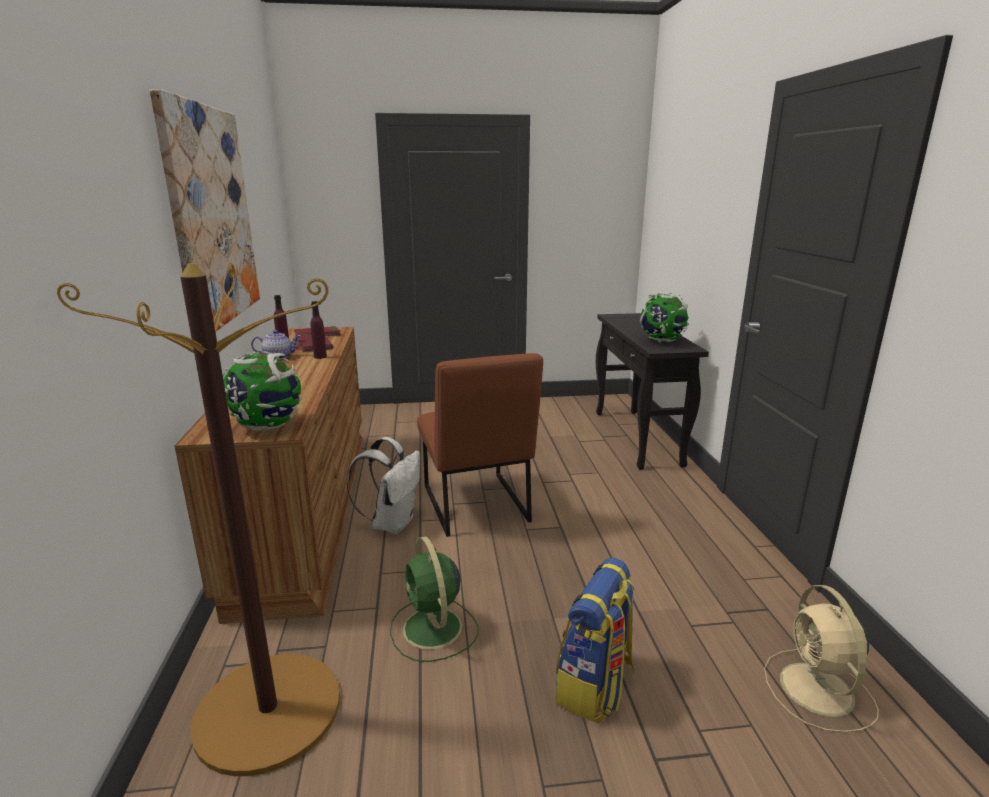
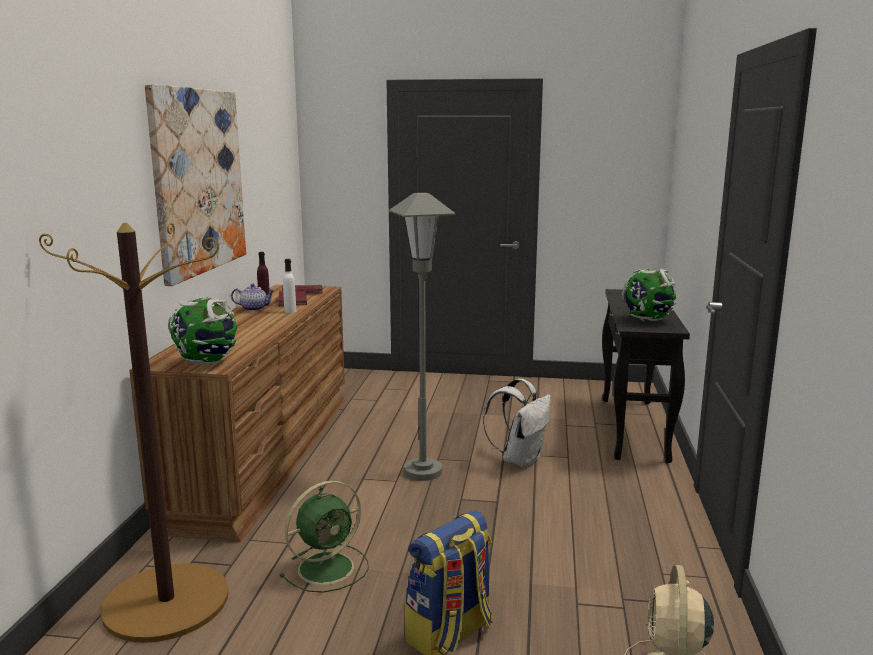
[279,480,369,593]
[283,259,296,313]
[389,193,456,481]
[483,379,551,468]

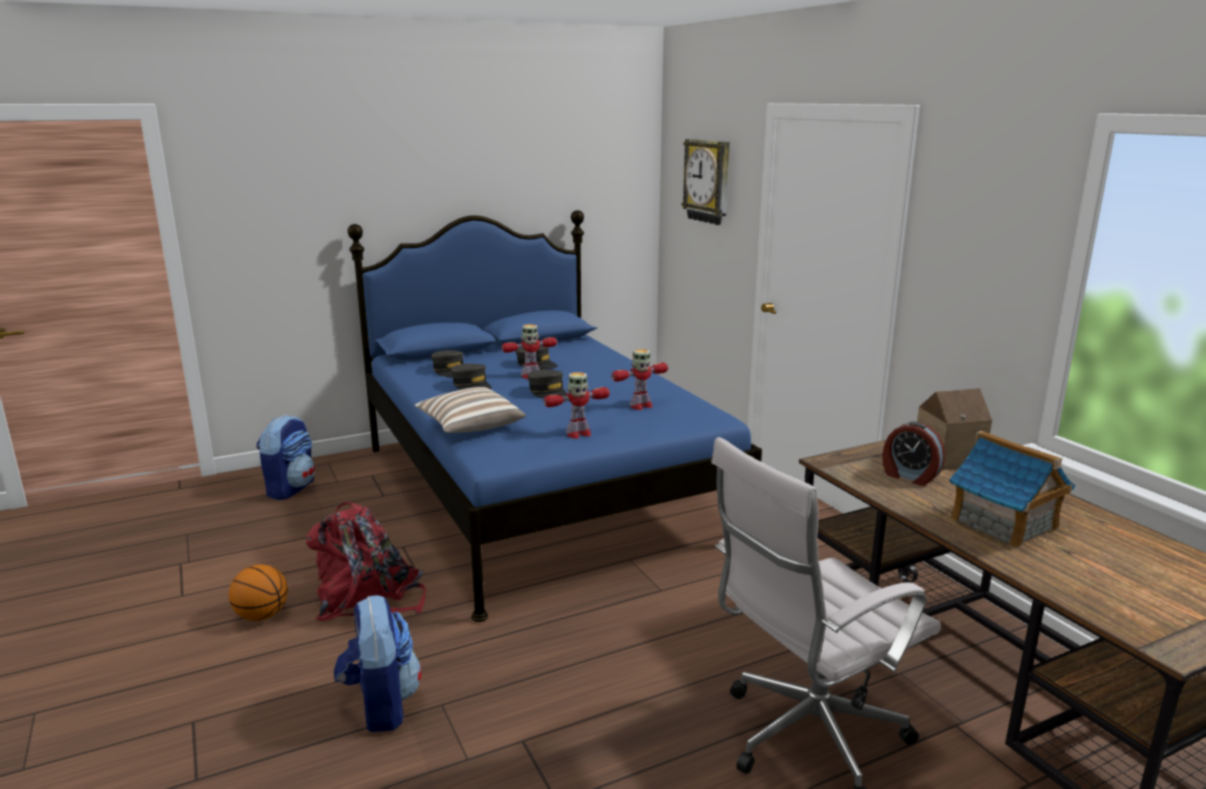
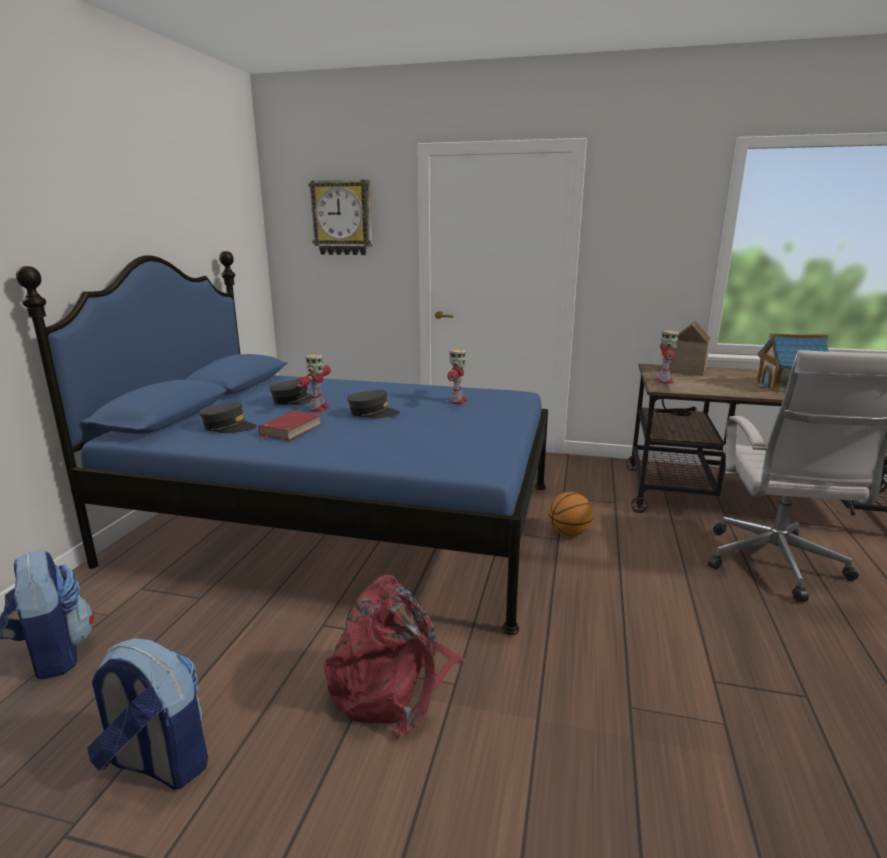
[87,638,208,790]
[258,410,322,441]
[548,492,593,536]
[658,330,679,384]
[415,387,526,433] (first image)
[882,421,945,486] (first image)

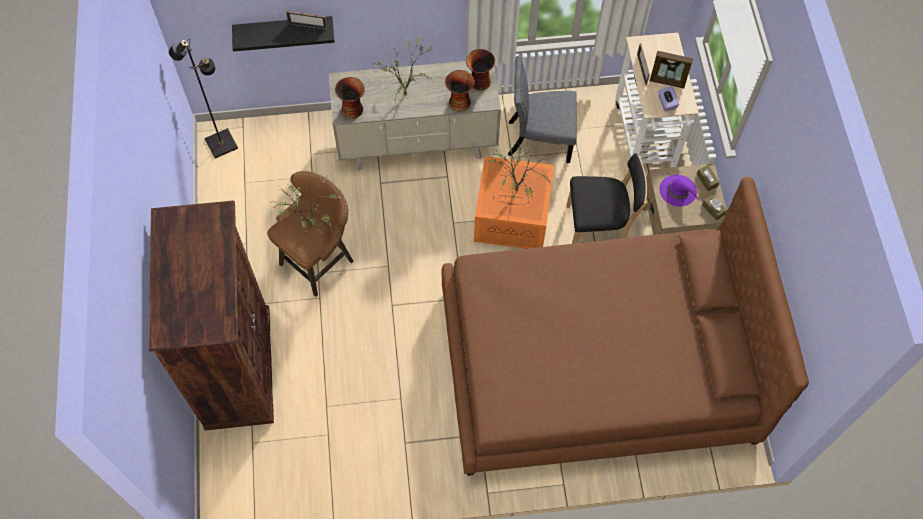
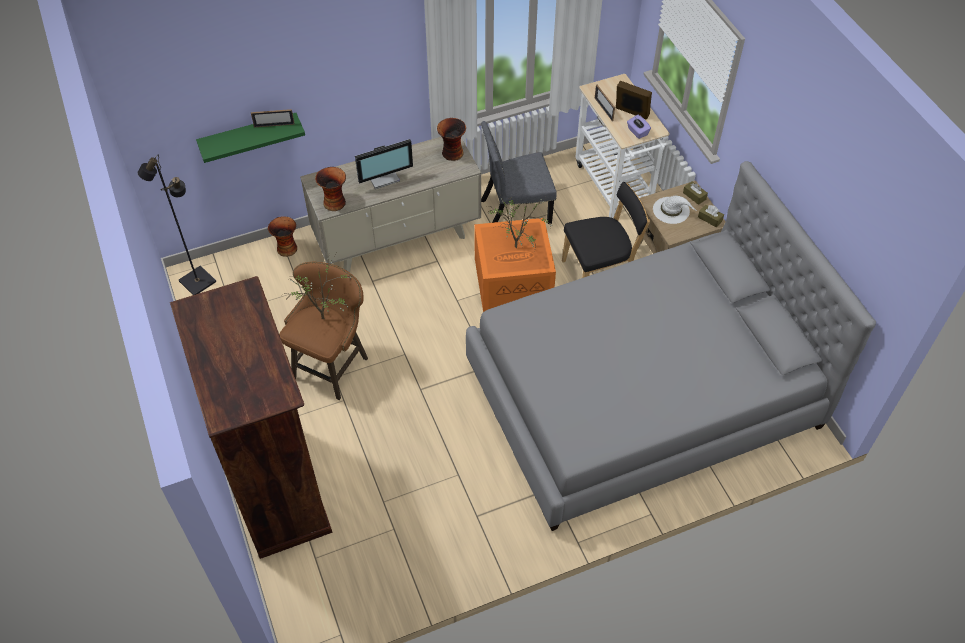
[196,113,305,163]
[268,216,297,257]
[355,139,413,189]
[466,161,876,531]
[616,81,652,120]
[653,195,697,224]

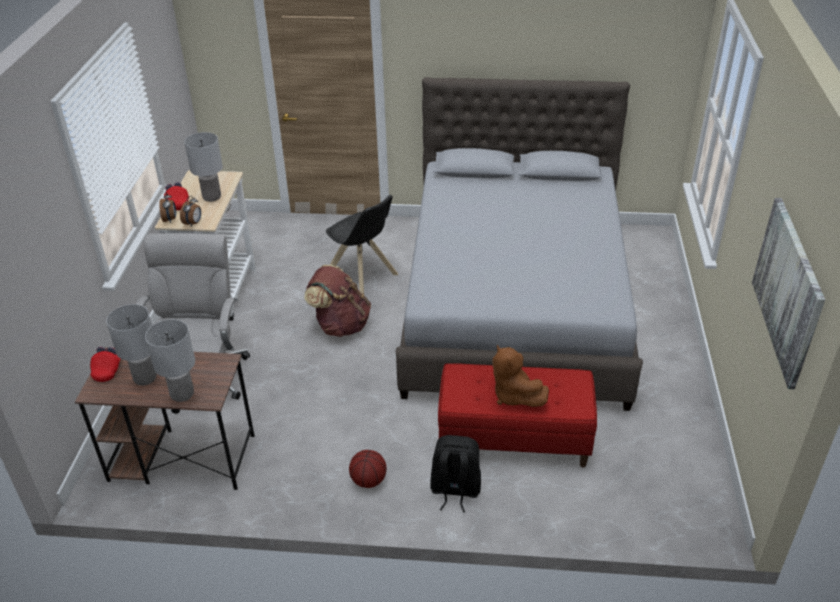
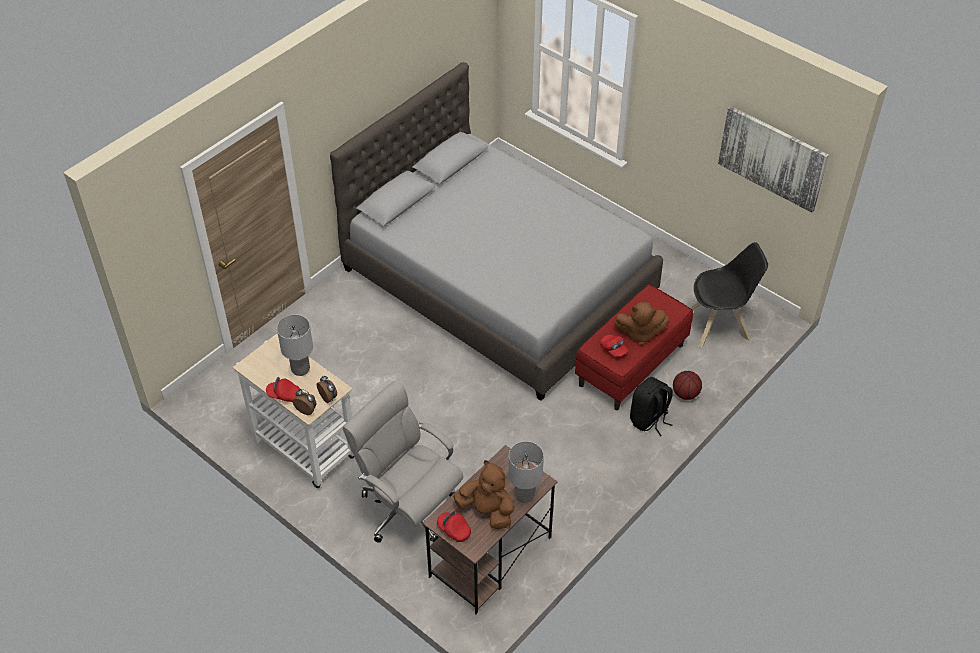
[453,460,514,529]
[600,335,628,357]
[673,371,702,400]
[690,242,768,348]
[304,265,371,337] (first image)

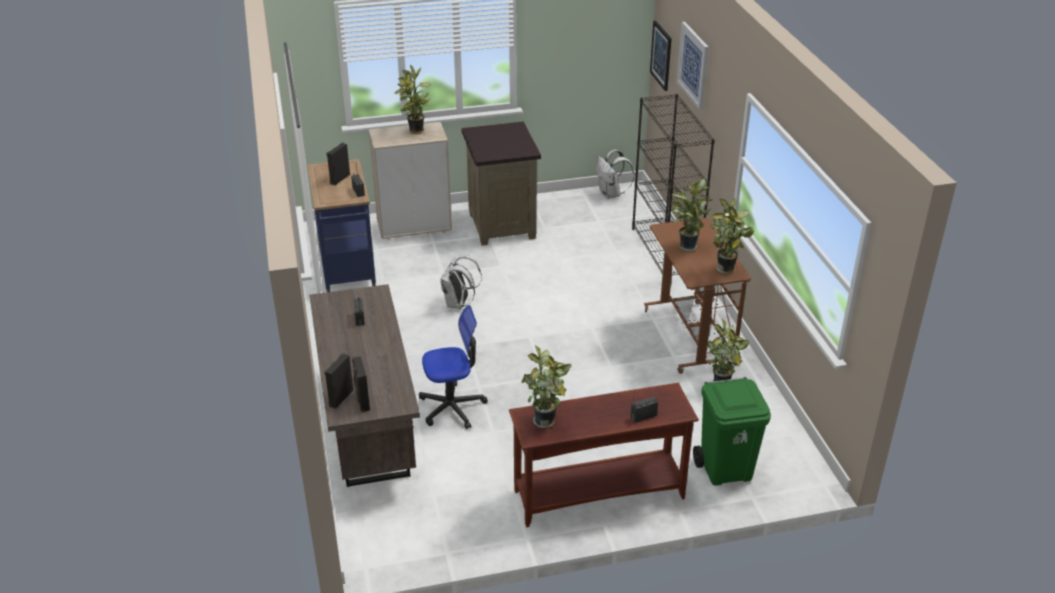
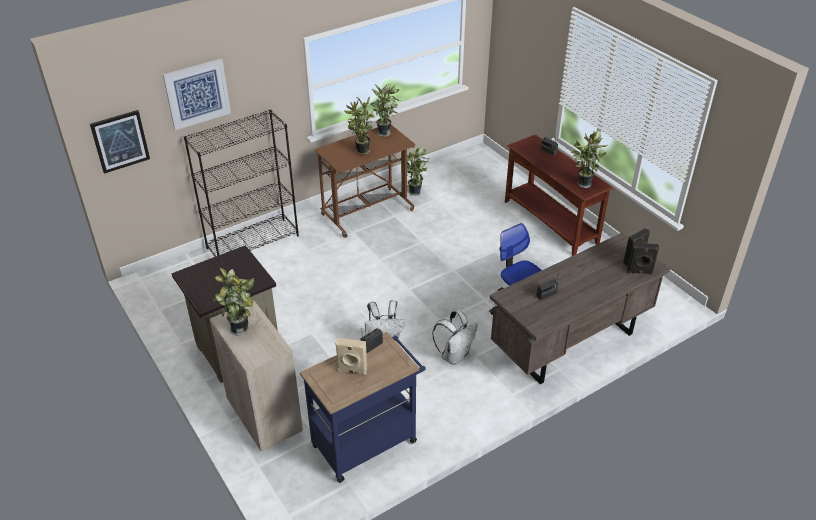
[335,338,367,374]
[432,310,478,365]
[693,377,771,486] (first image)

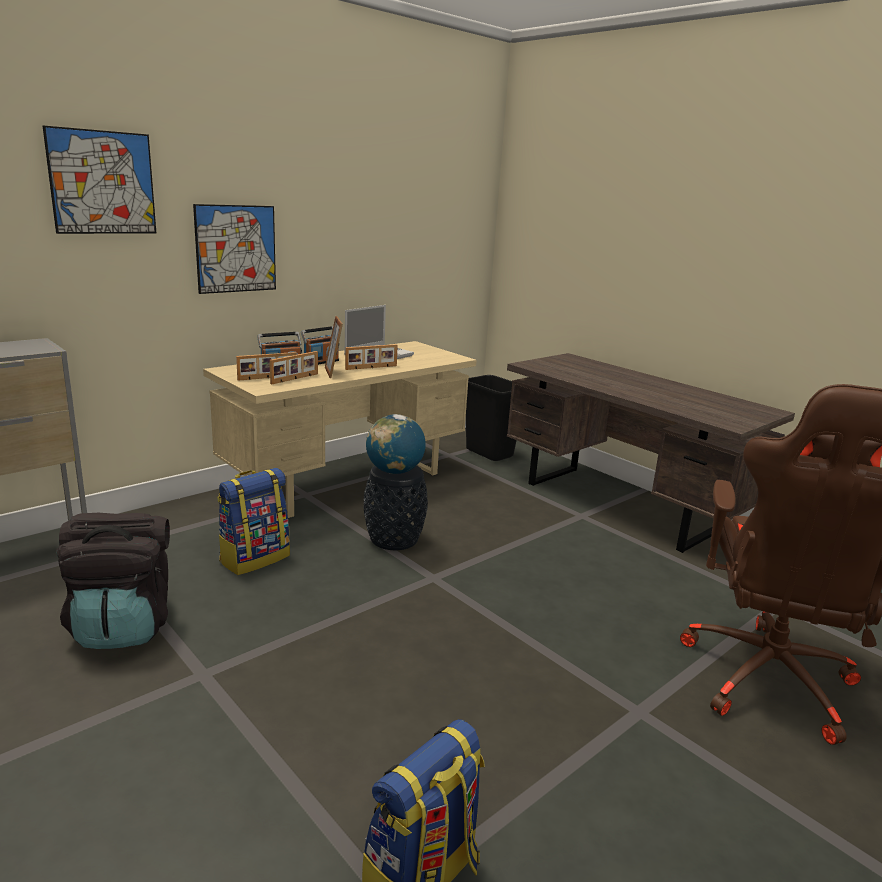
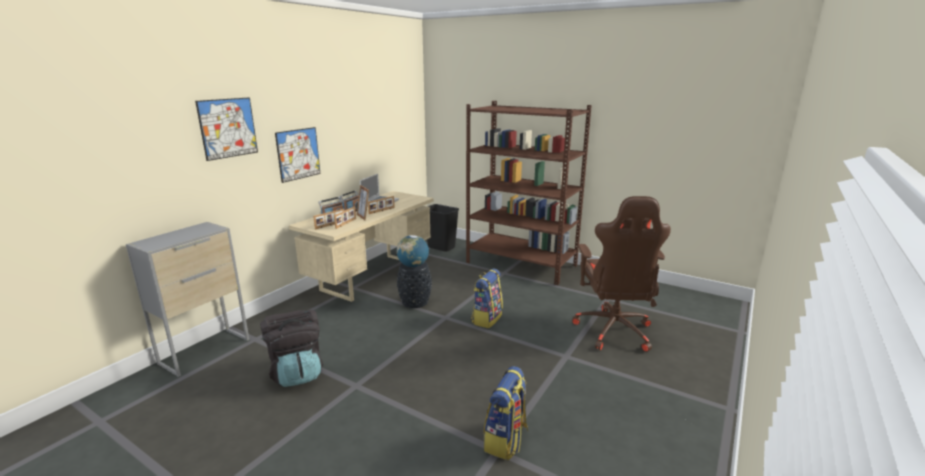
[466,101,592,285]
[471,269,503,328]

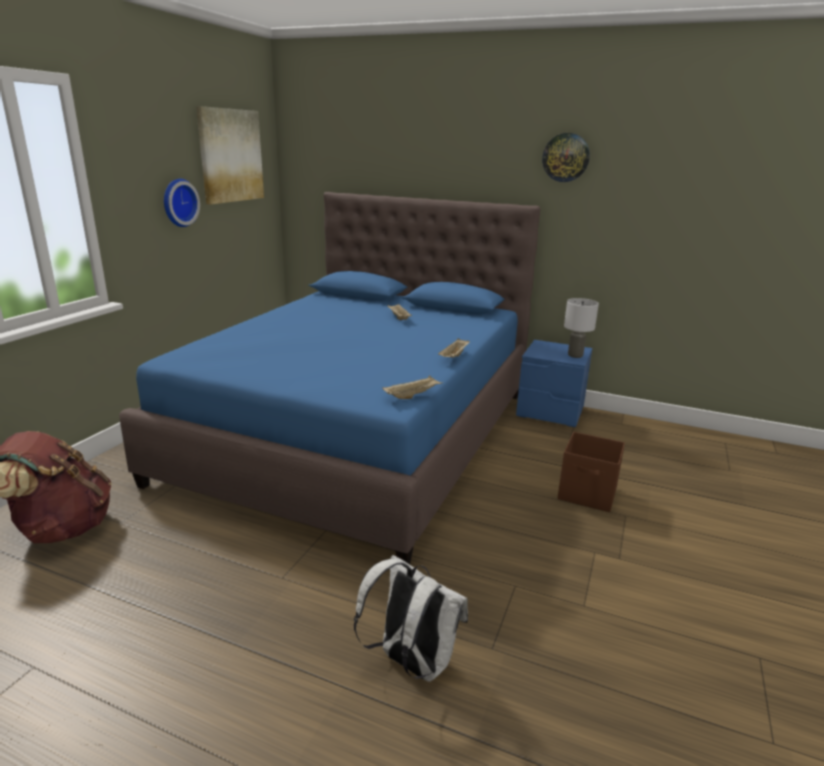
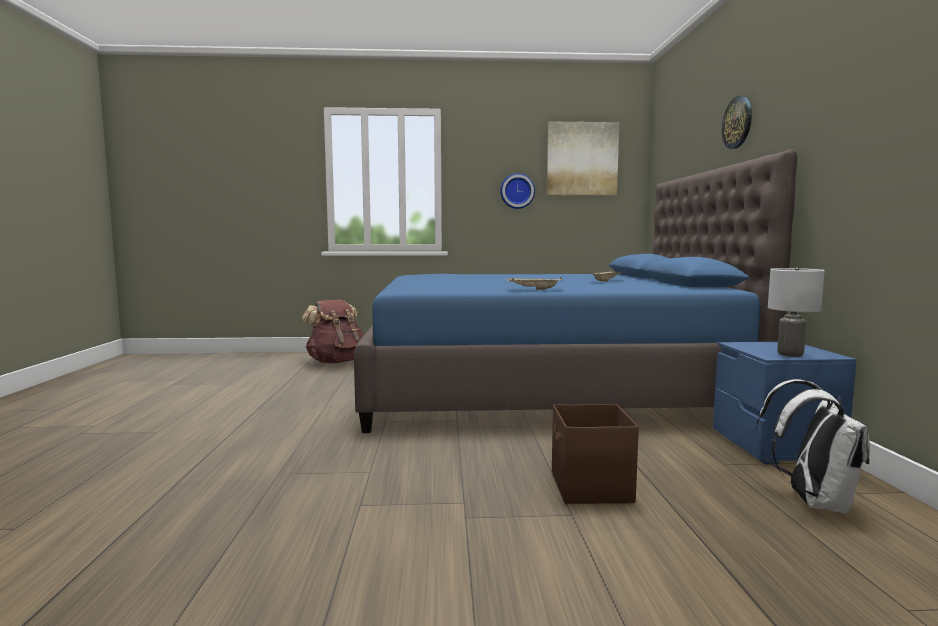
[722,96,752,149]
[756,379,870,514]
[382,375,442,399] (first image)

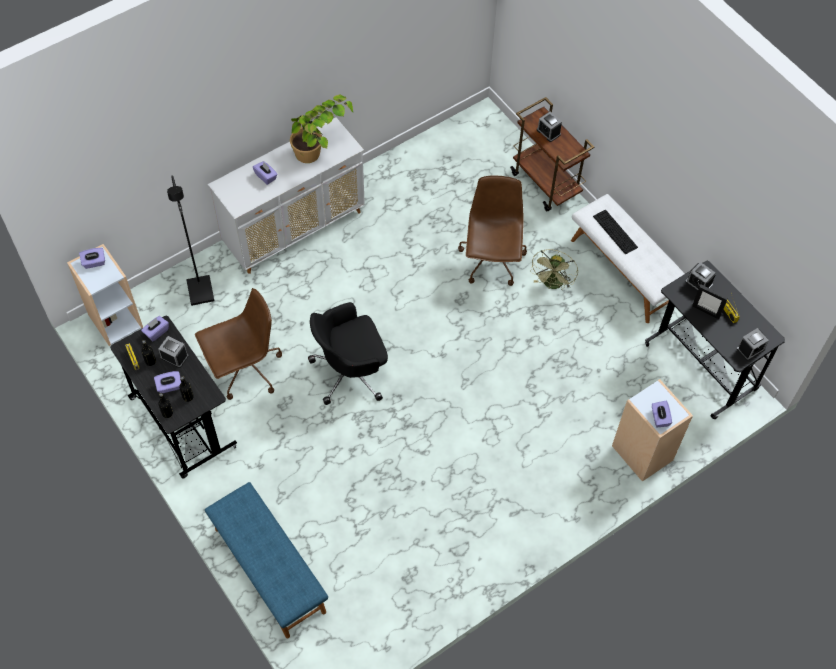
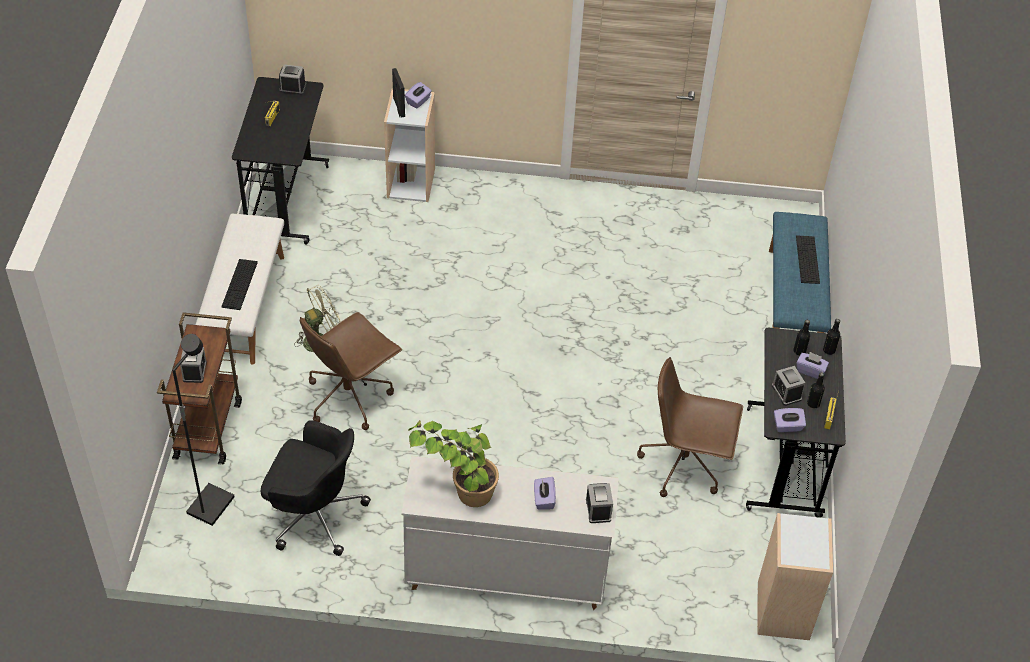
[172,334,235,526]
[261,420,371,556]
[392,68,405,118]
[586,483,613,523]
[796,235,820,284]
[79,248,105,269] (first image)

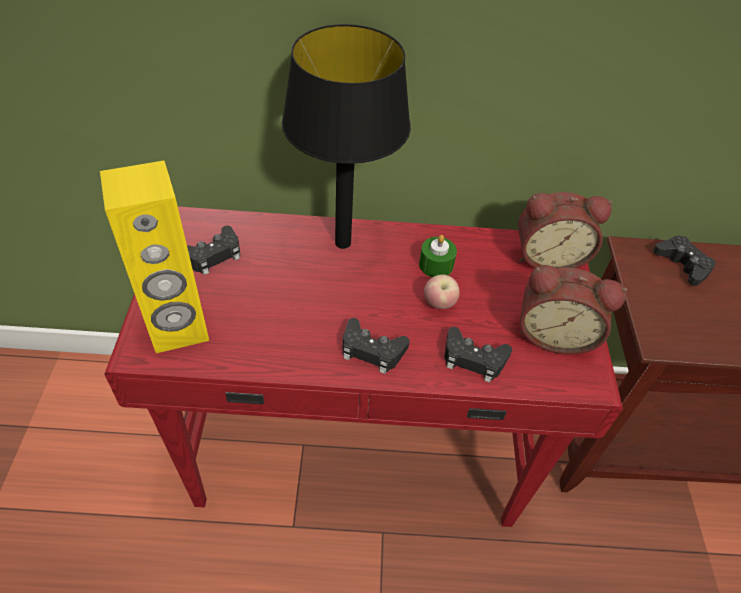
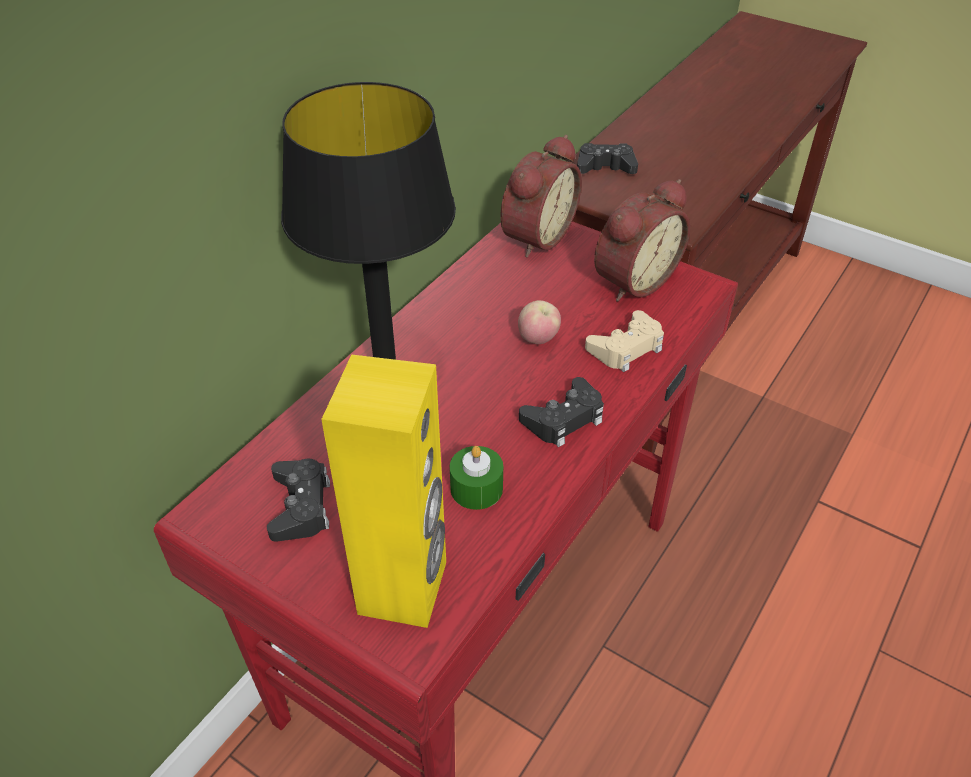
[450,446,503,510]
[585,310,664,372]

